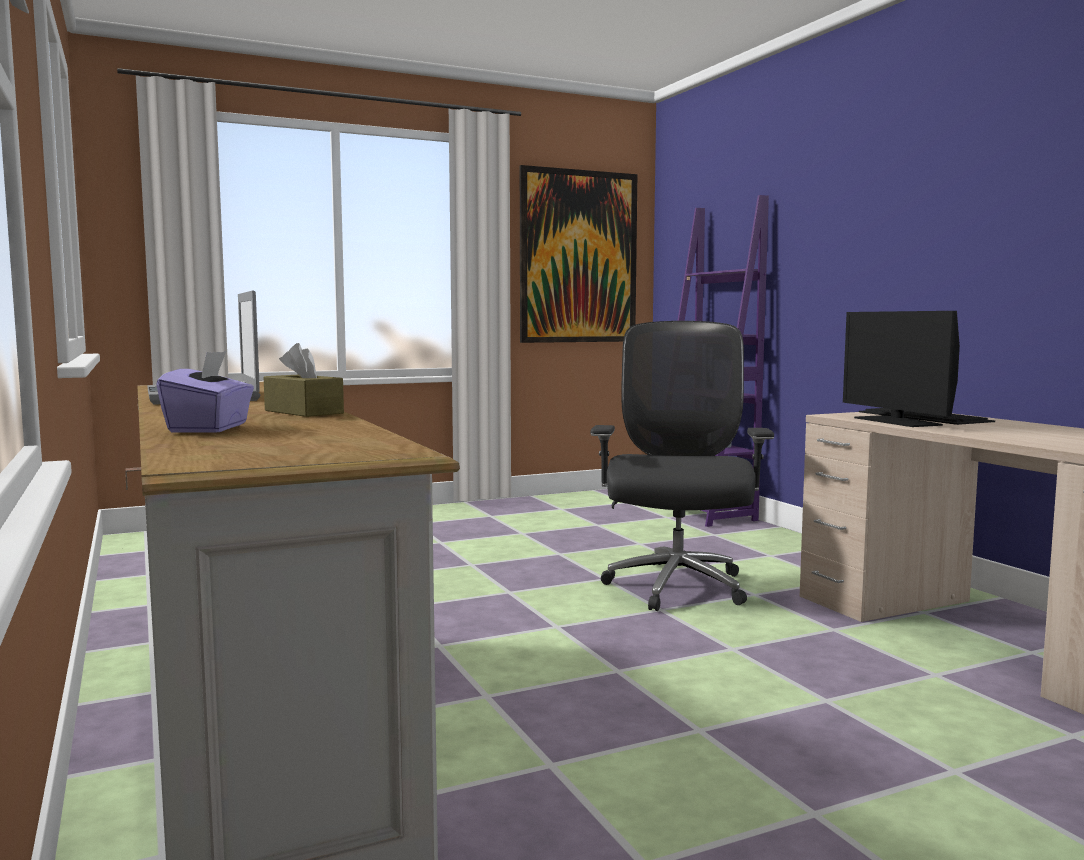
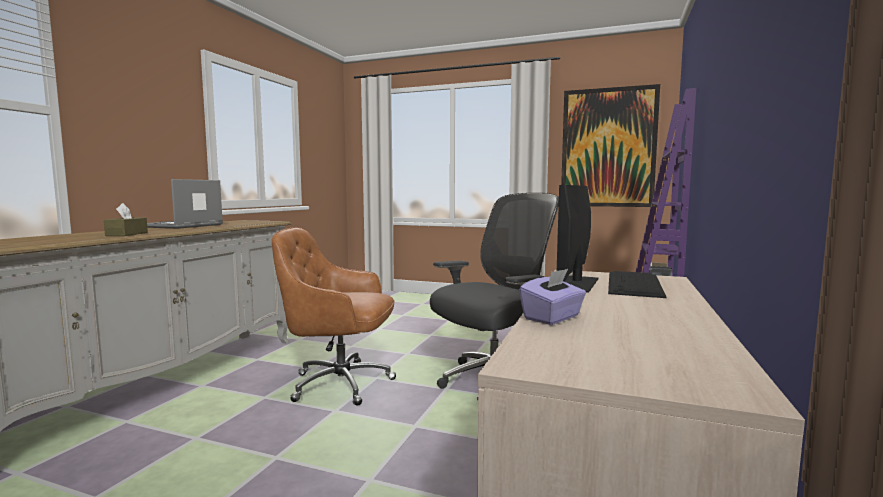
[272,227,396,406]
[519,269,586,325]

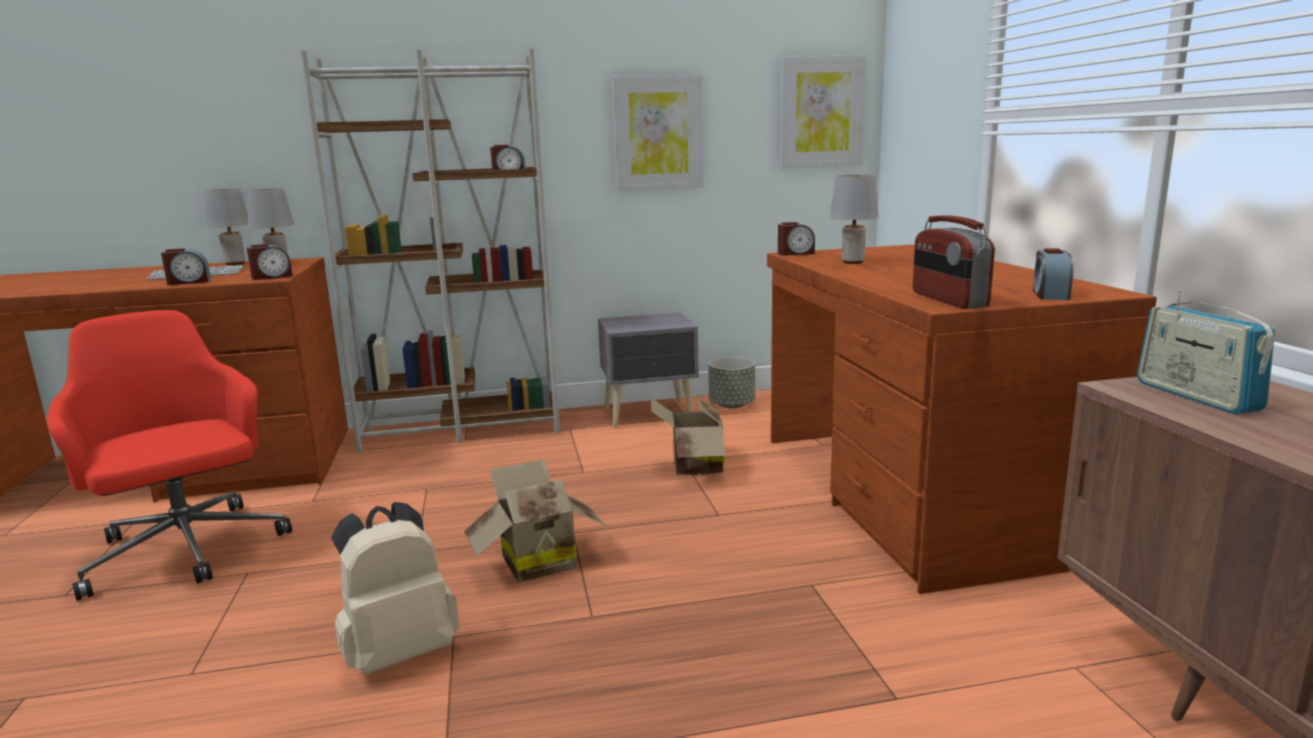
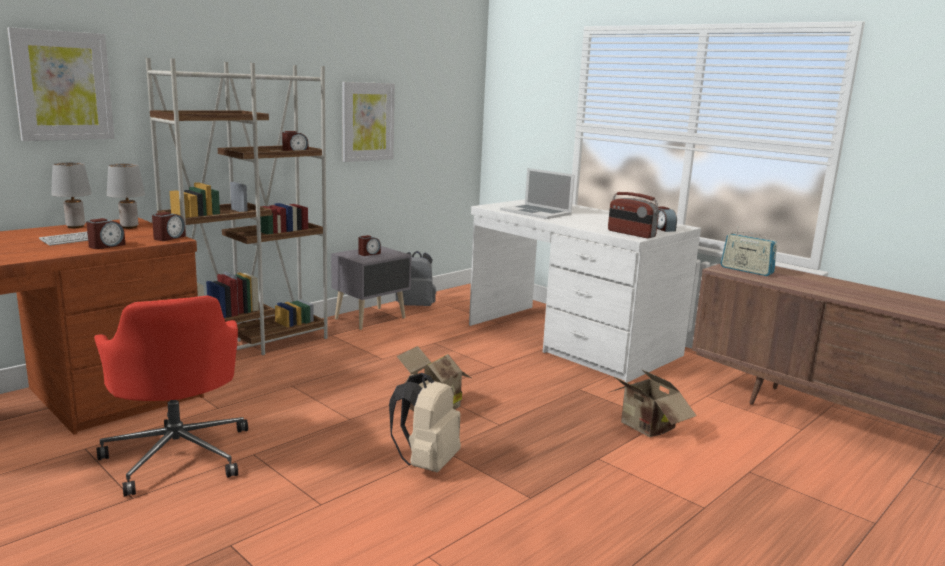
[7,27,114,141]
[94,295,248,497]
[358,235,381,256]
[395,251,436,306]
[469,199,701,383]
[500,168,575,219]
[608,369,697,437]

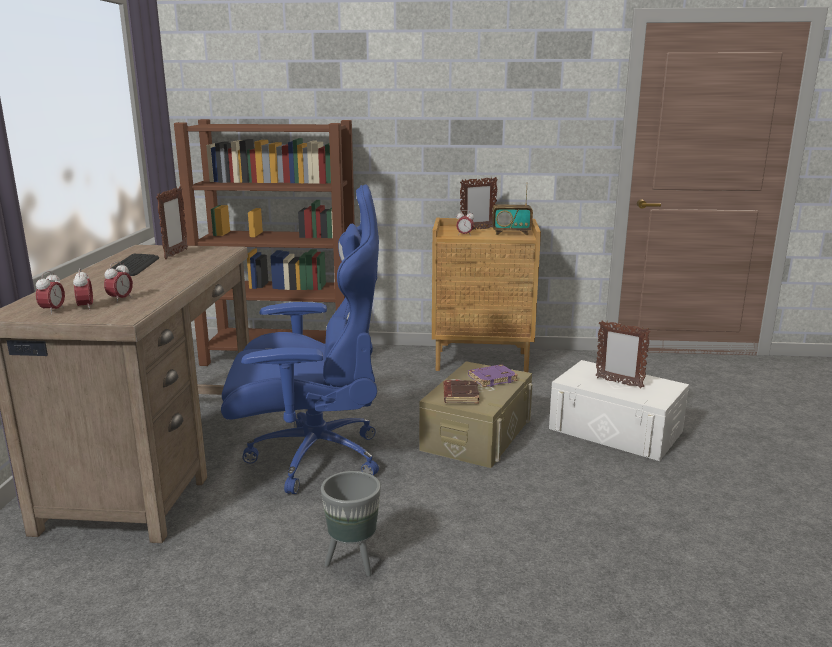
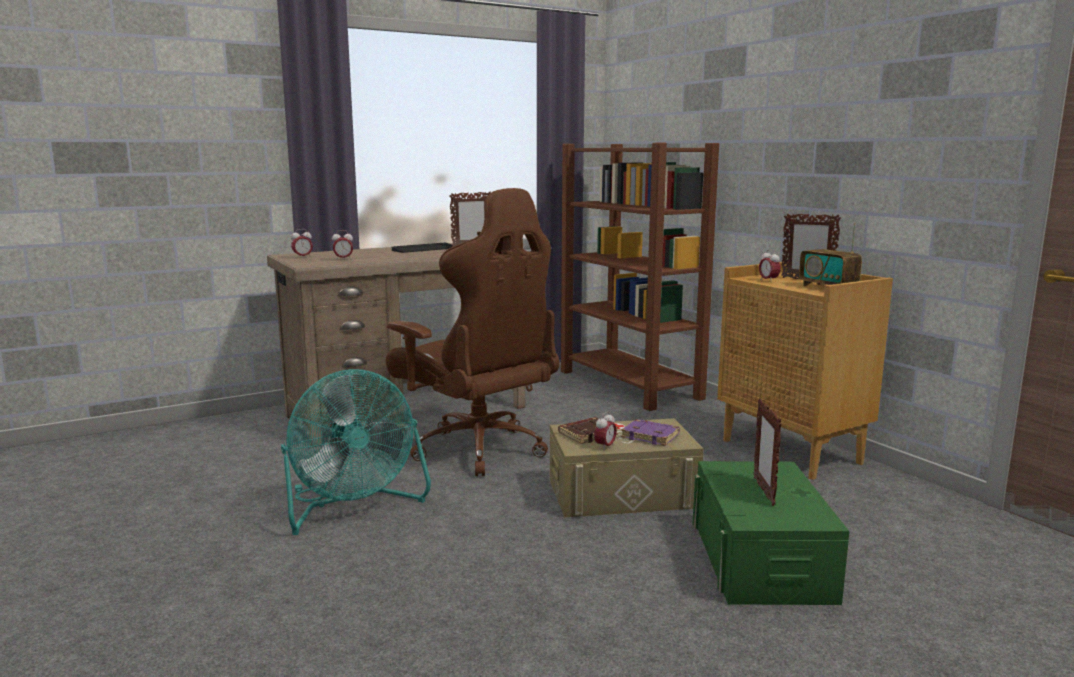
[281,369,431,535]
[386,188,559,476]
[594,412,617,451]
[692,461,849,605]

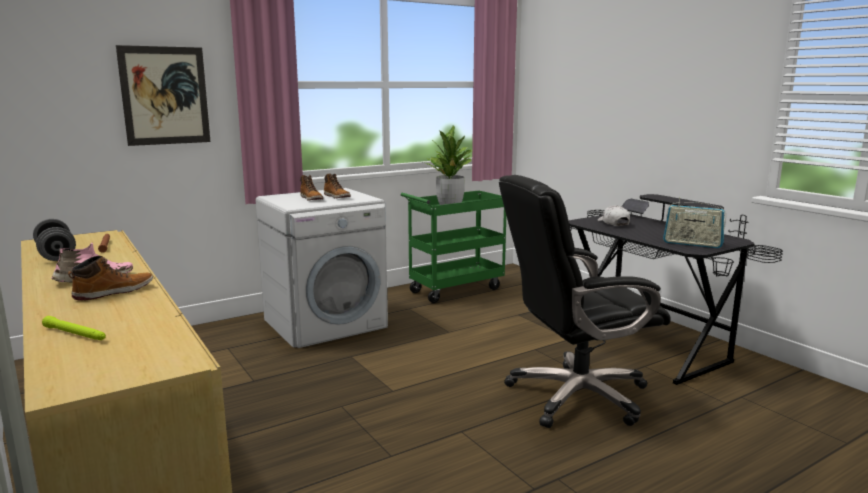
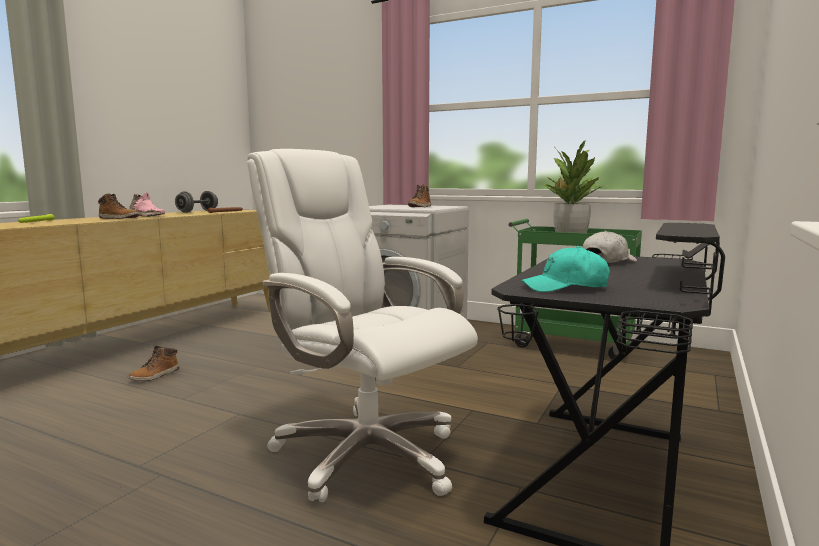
[128,346,179,381]
[247,149,478,502]
[521,246,610,292]
[116,45,210,146] (first image)

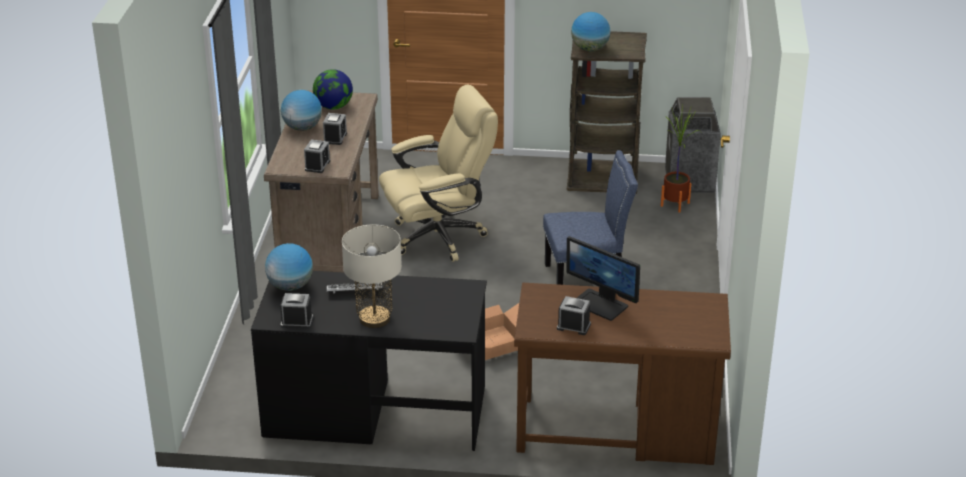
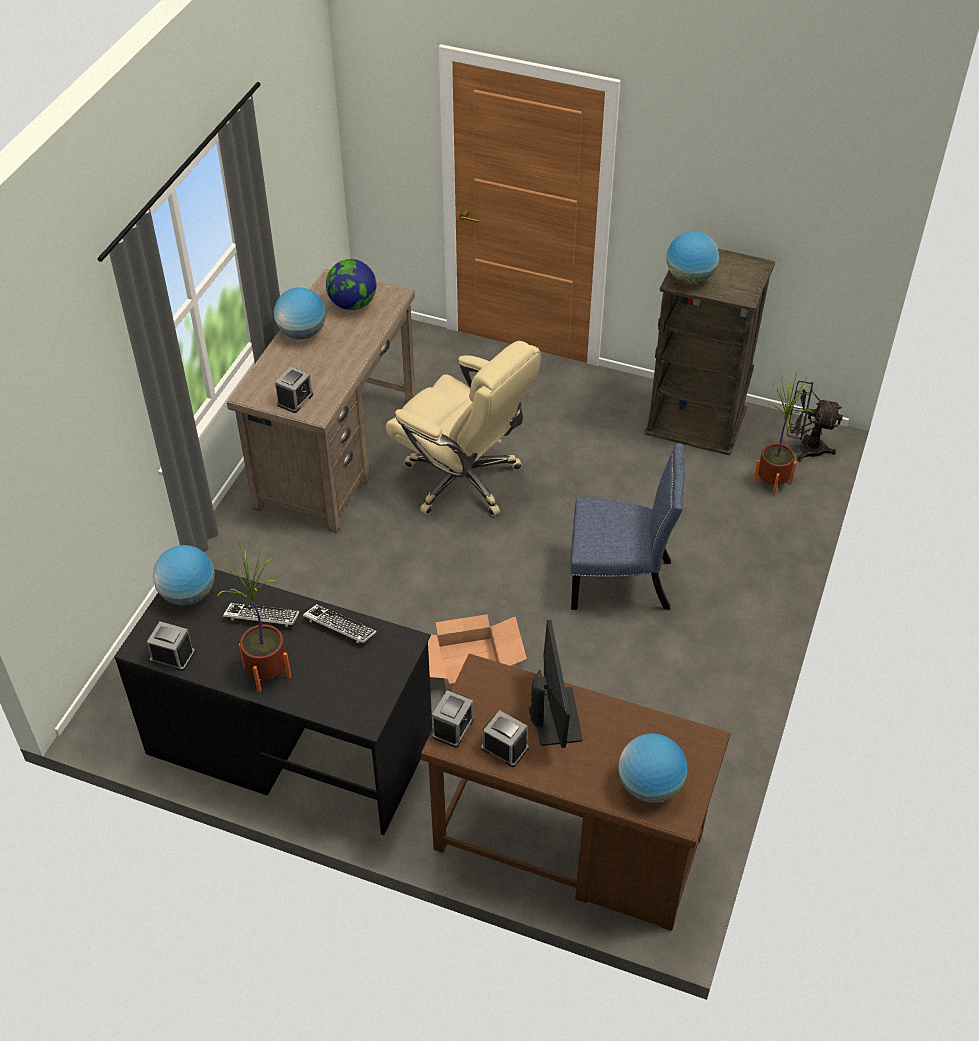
[217,542,291,692]
[303,604,377,644]
[386,341,541,516]
[432,690,474,748]
[529,620,583,748]
[618,733,687,803]
[787,381,843,461]

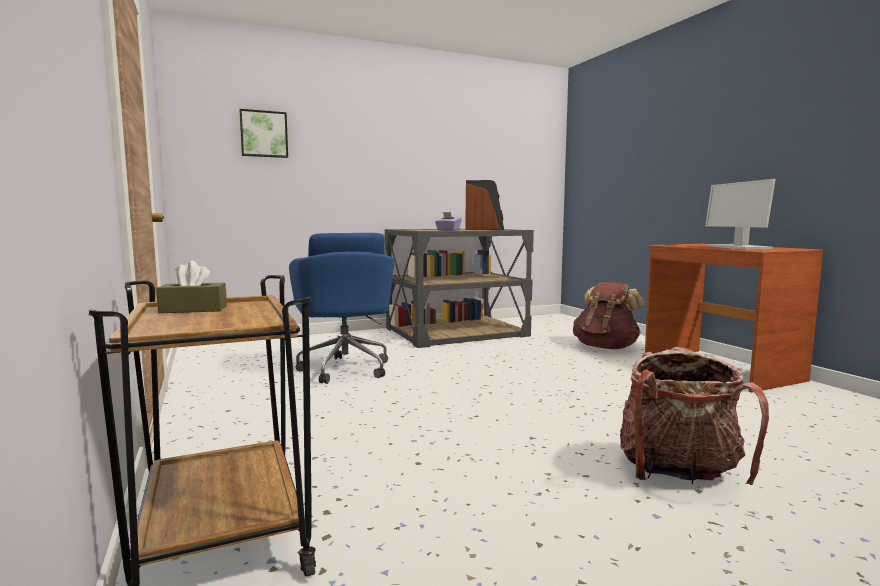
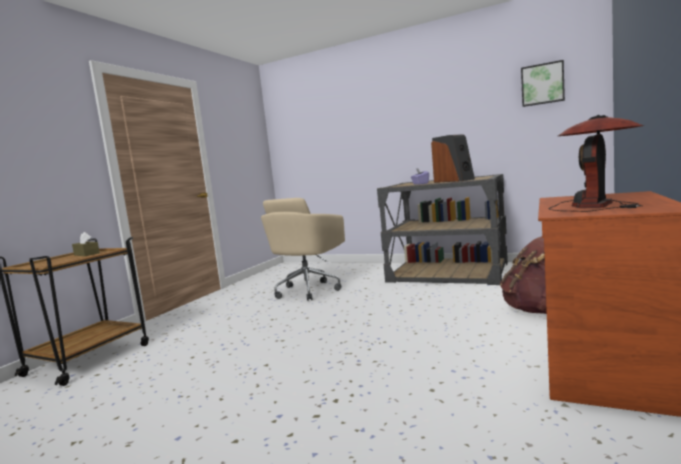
[261,198,345,301]
[521,60,565,107]
[548,115,644,212]
[620,347,769,485] (first image)

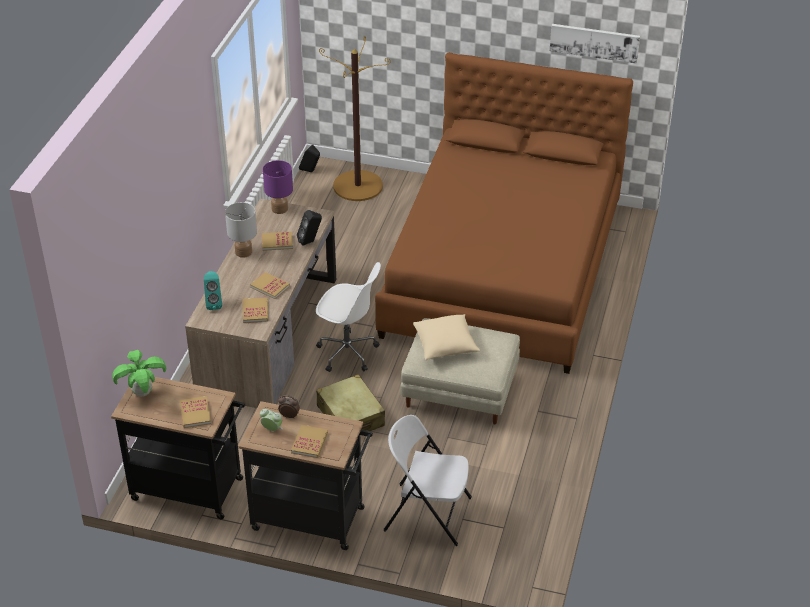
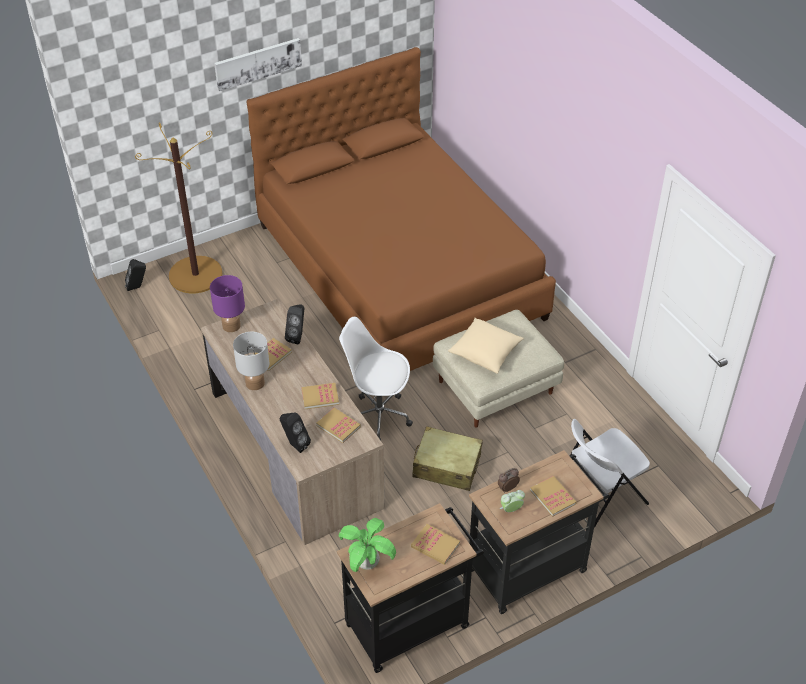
[214,38,302,91]
[280,412,311,453]
[339,317,413,440]

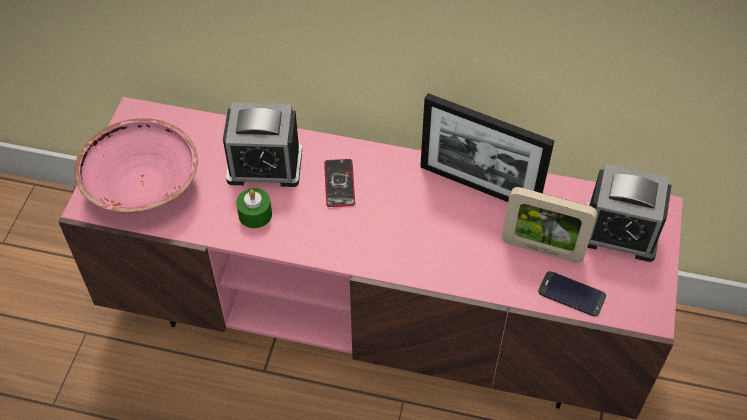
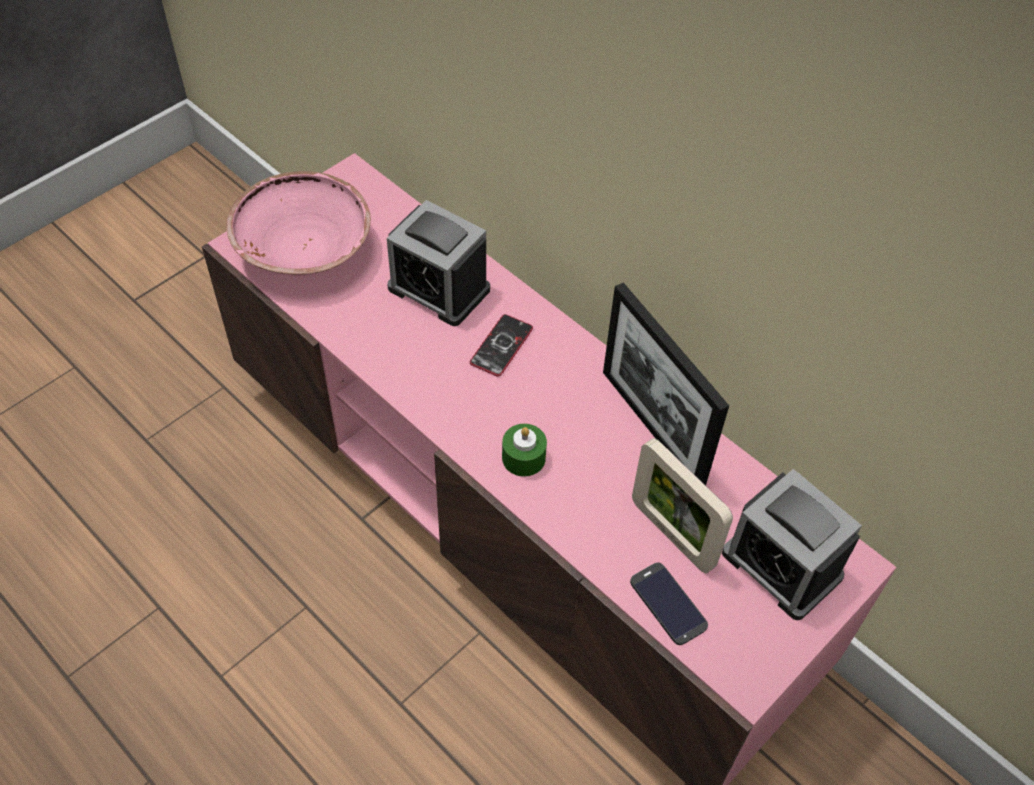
[502,424,547,477]

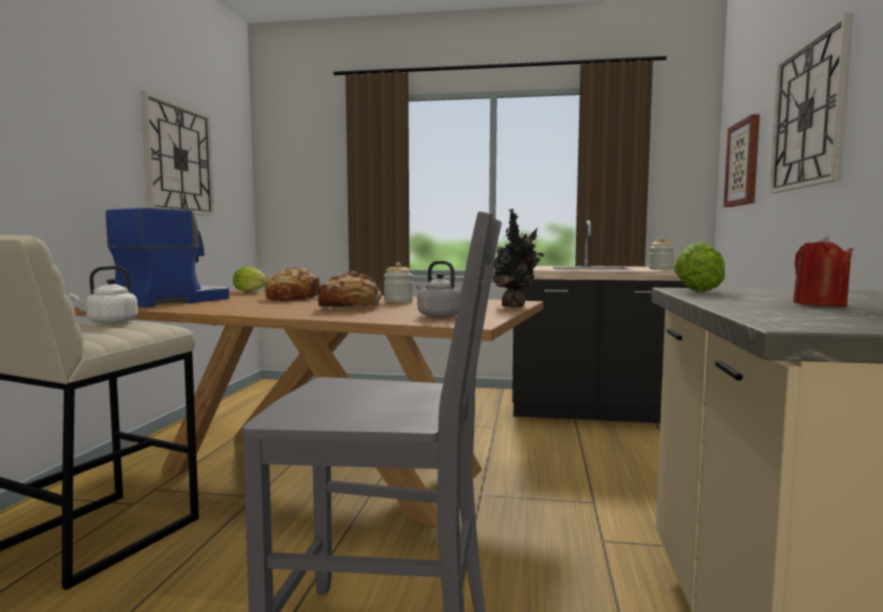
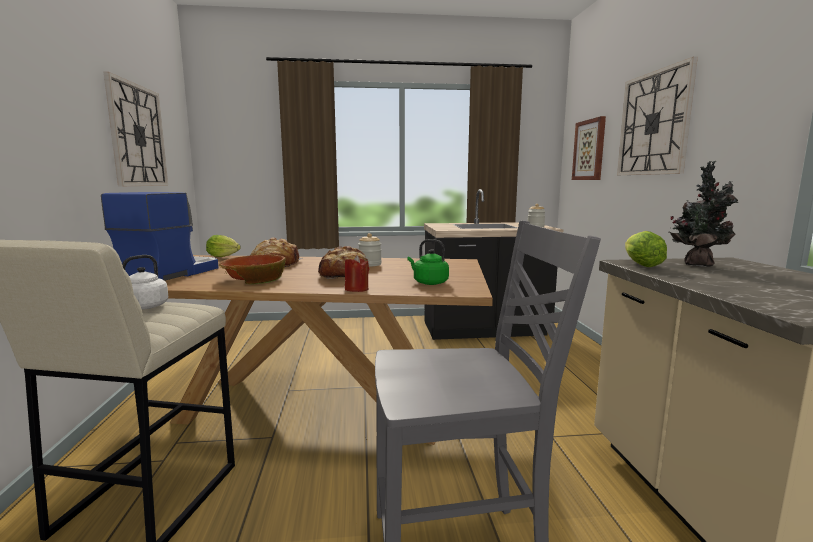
[219,255,286,285]
[345,255,369,292]
[408,239,449,285]
[669,161,739,267]

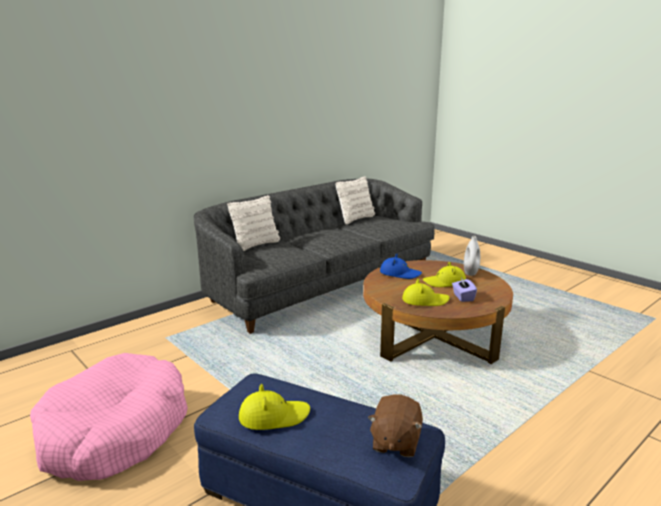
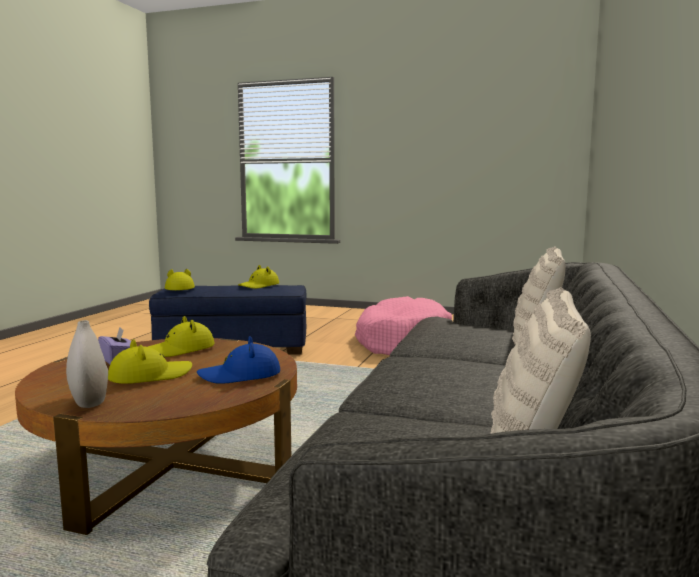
[165,269,195,290]

